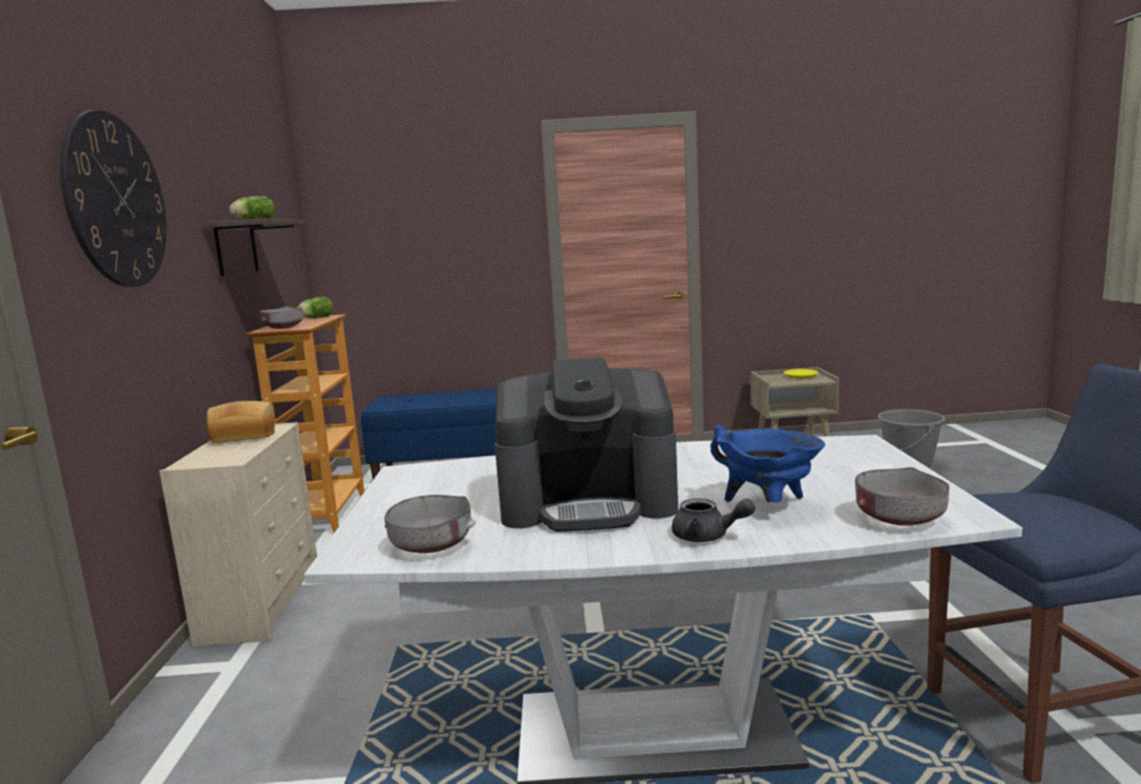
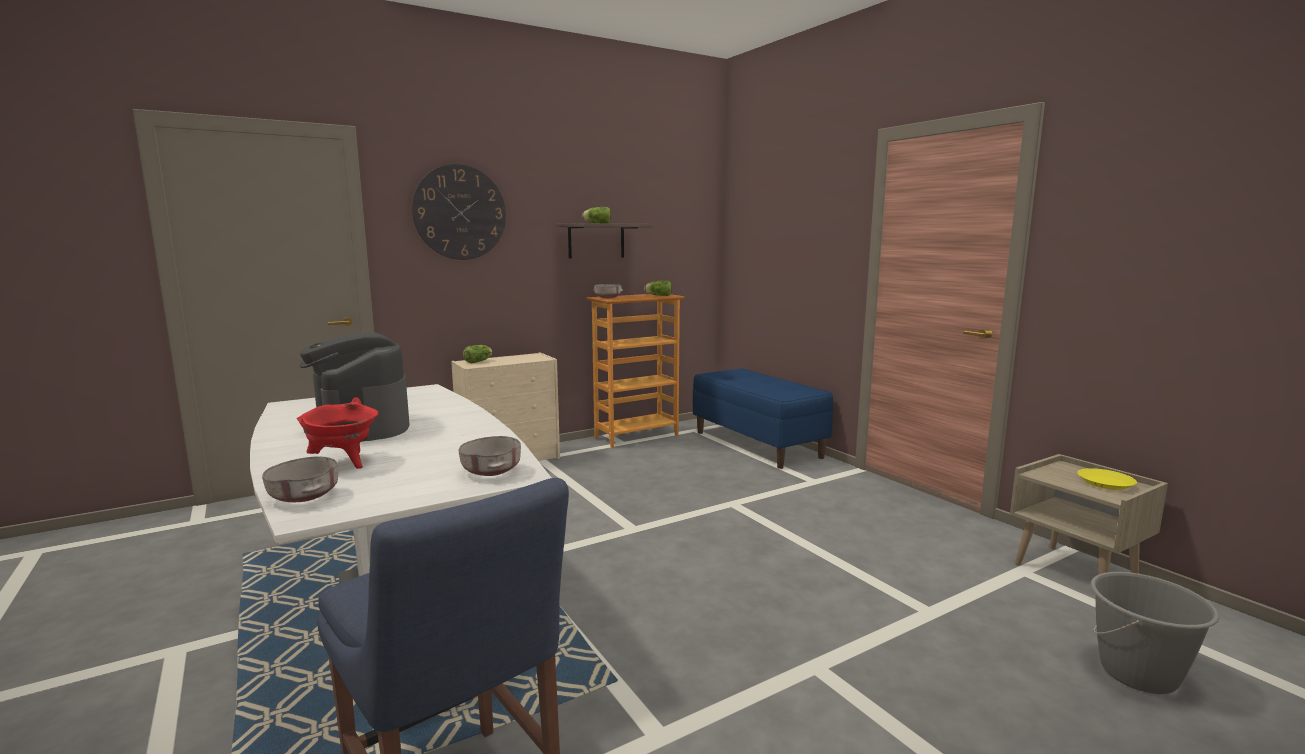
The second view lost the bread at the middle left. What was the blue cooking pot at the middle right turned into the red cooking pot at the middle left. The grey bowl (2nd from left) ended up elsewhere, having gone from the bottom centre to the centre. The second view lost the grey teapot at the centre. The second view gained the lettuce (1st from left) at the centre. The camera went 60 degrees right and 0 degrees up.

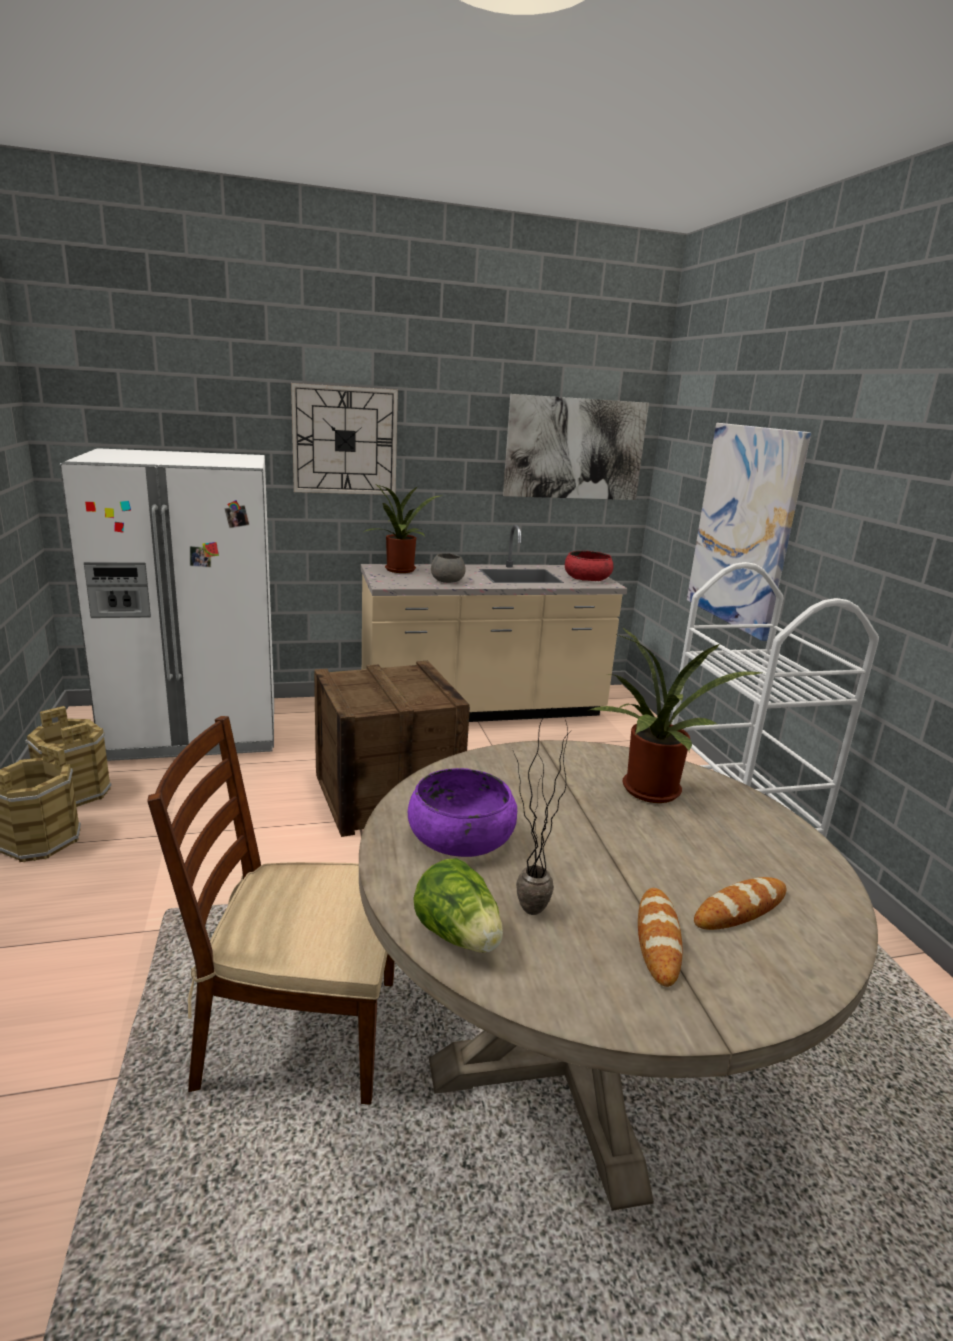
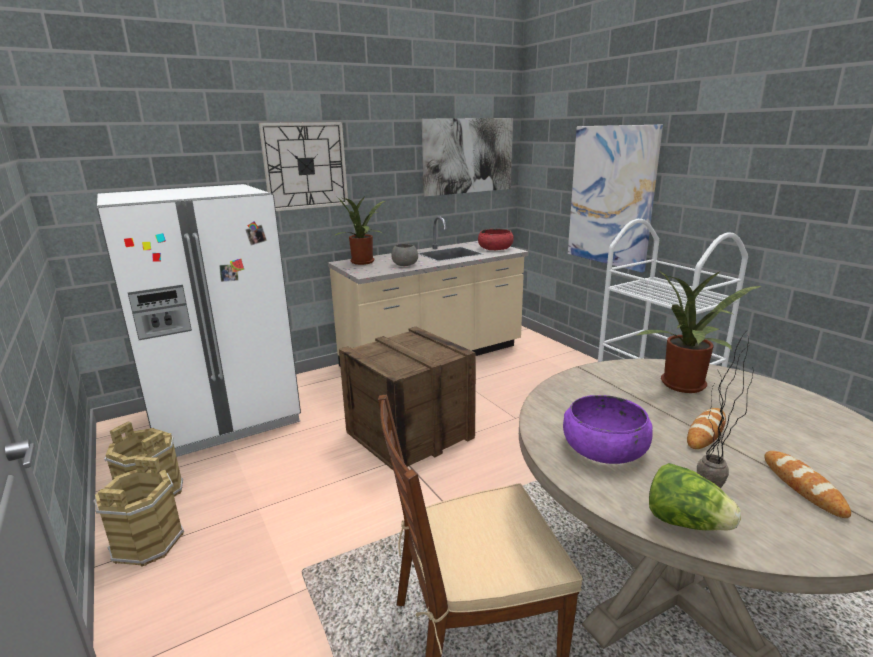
The bread (2nd from left in the first image) ended up elsewhere, having gone from the bottom right to the middle right. The camera went 15 degrees left and 0 degrees up.

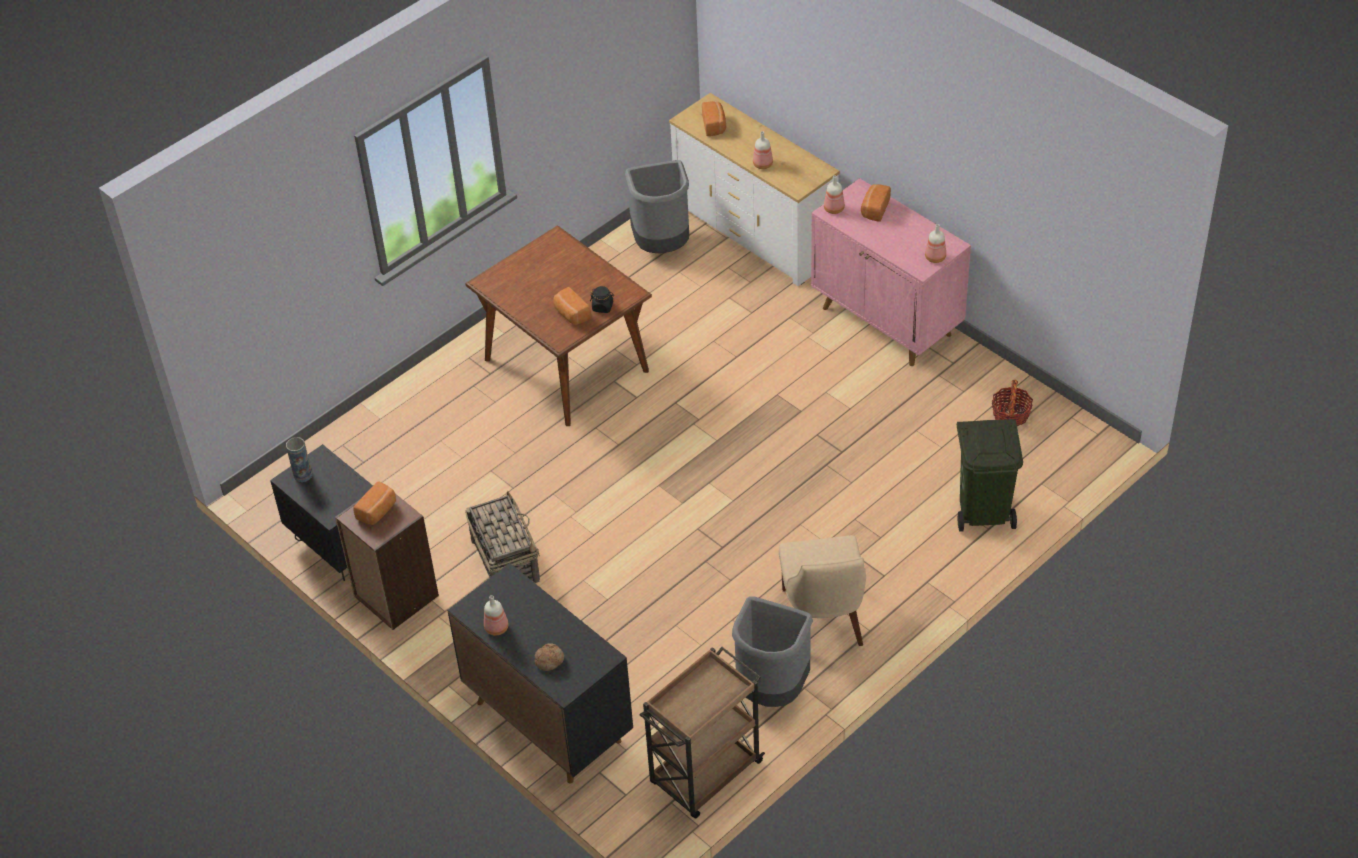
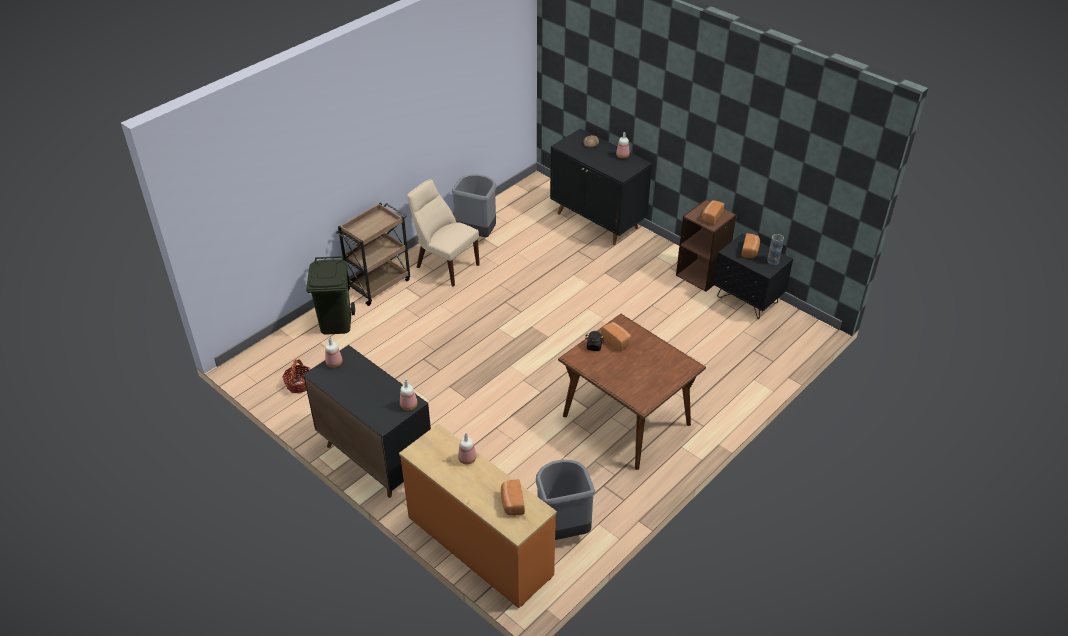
What was the white dresser at the top centre turned into the orange dresser at the bottom centre. What was the pink cabinet at the top centre turned into the black cabinet (1st from left) at the centre. The bread (5th from left) ended up elsewhere, having gone from the top centre to the middle right. The second view lost the basket (1st from left) at the centre. The beige chair at the bottom centre ended up facing another way, 45 degrees counterclockwise from before. The brown cart ended up elsewhere, having gone from the bottom centre to the centre. The camera went 175 degrees right and 5 degrees down.

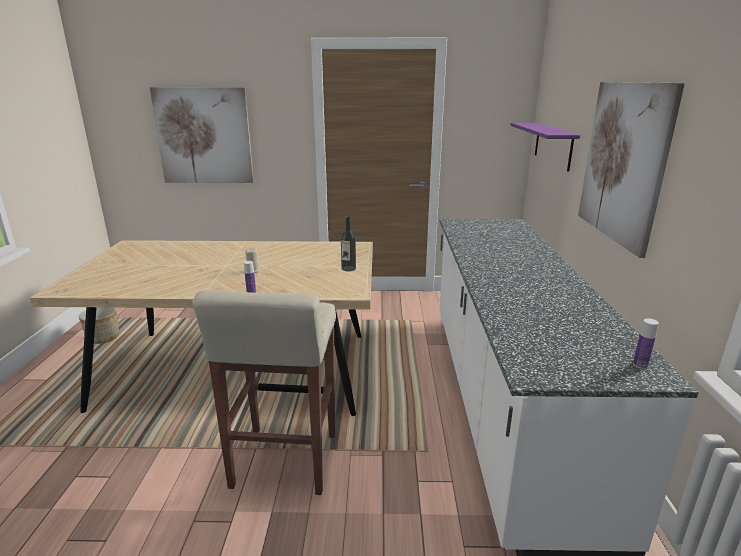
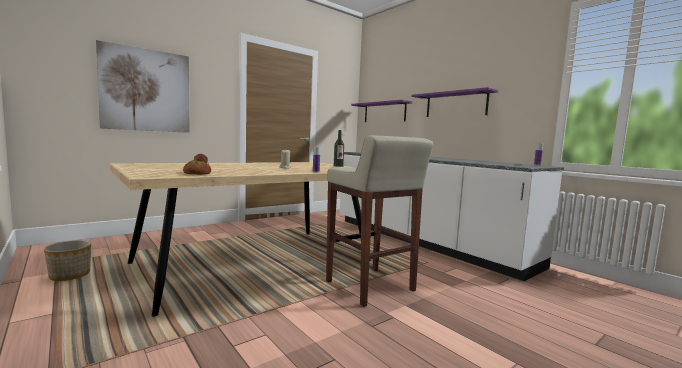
Where the picture (2nd from left) hung at the top right, the purple shelf (2nd from left) came to hang at the top centre. The second view gained the bread at the middle left. The camera went 40 degrees left and 15 degrees down.

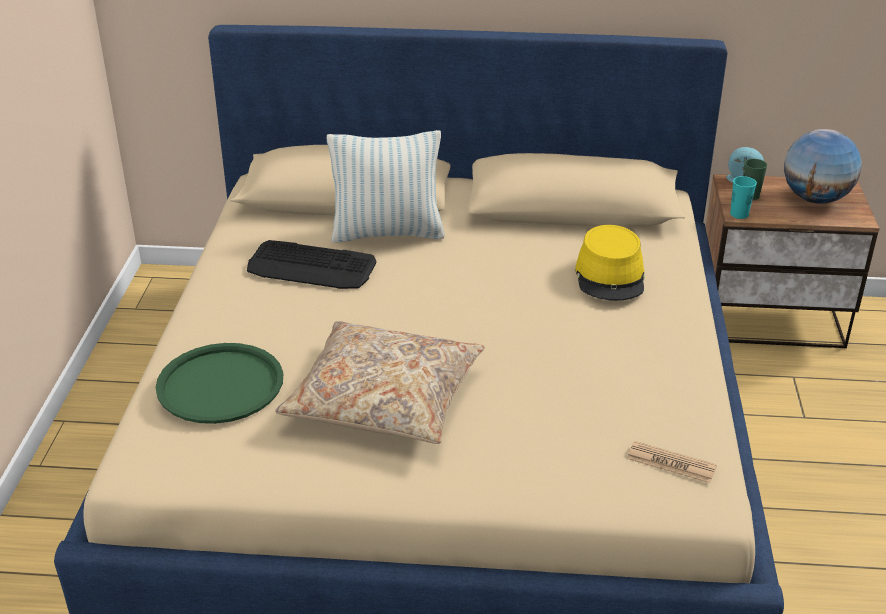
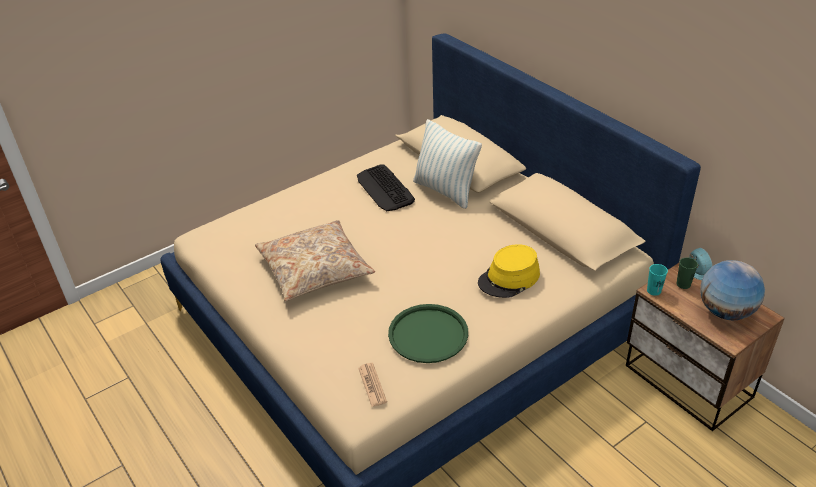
The green tray ended up elsewhere, having gone from the middle left to the bottom centre. The camera went 50 degrees right and 5 degrees up.

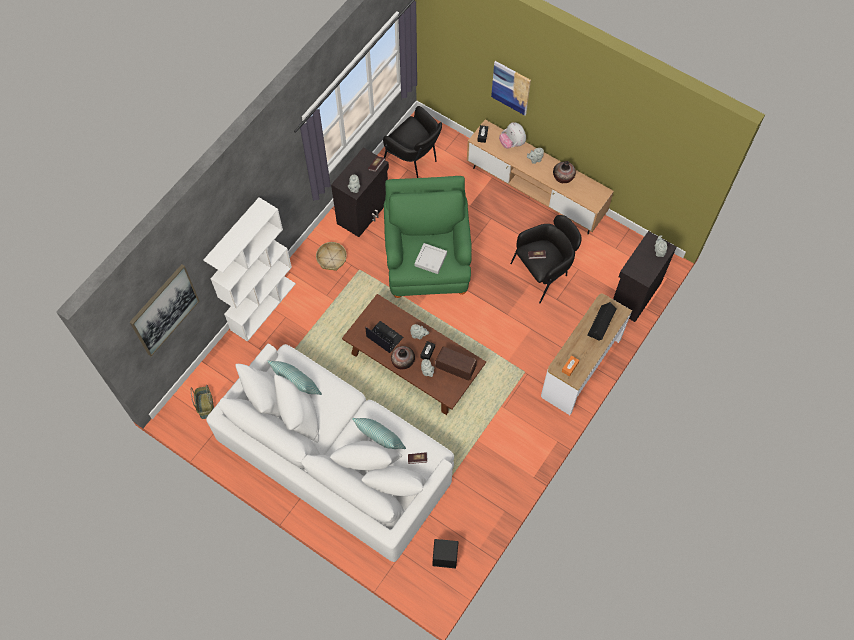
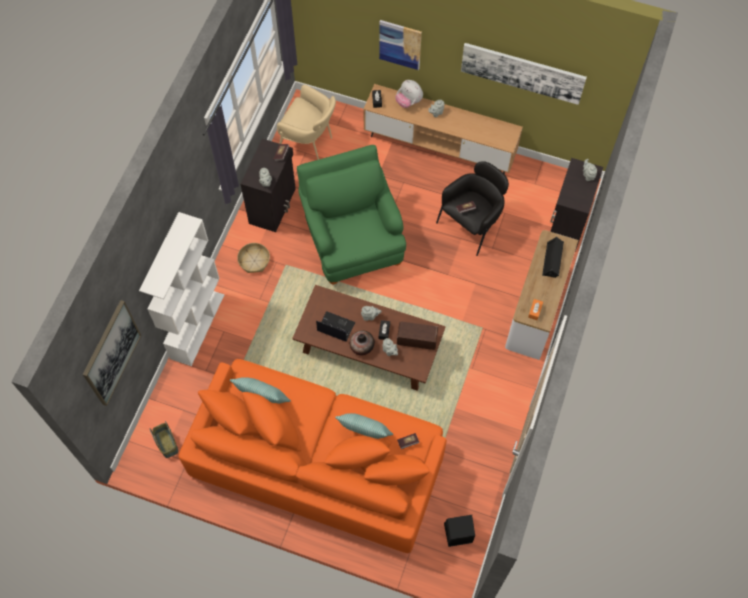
What was the black armchair (1st from left) at the top centre turned into the beige armchair at the top centre. The second view lost the vase (2nd from left) at the top centre. The second view lost the grey tray at the centre. What was the white sofa at the bottom centre turned into the orange sofa at the bottom centre. The second view gained the picture (3rd from left) at the top right. The camera went 15 degrees left and 0 degrees up.

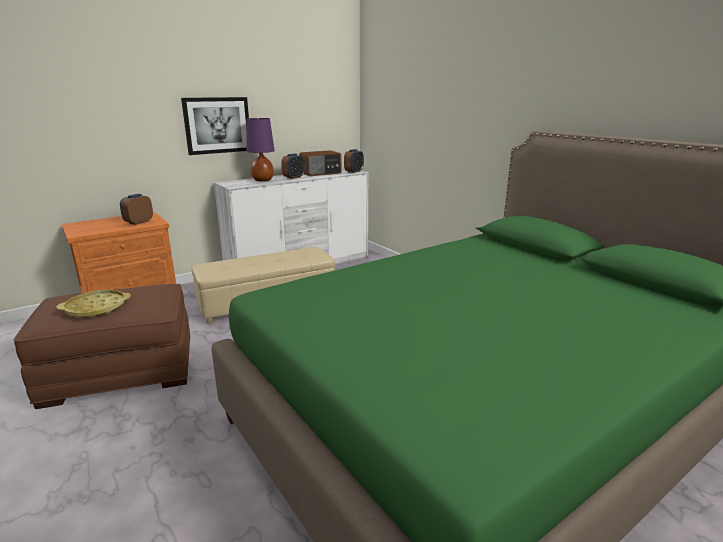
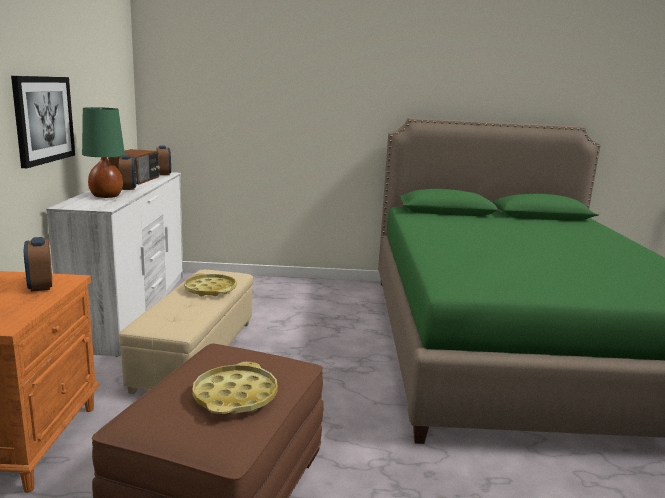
What was the purple table lamp at the top centre turned into the green table lamp at the top left. The second view gained the yellow tray (1st from left) at the middle left. The camera went 55 degrees left and 5 degrees down.

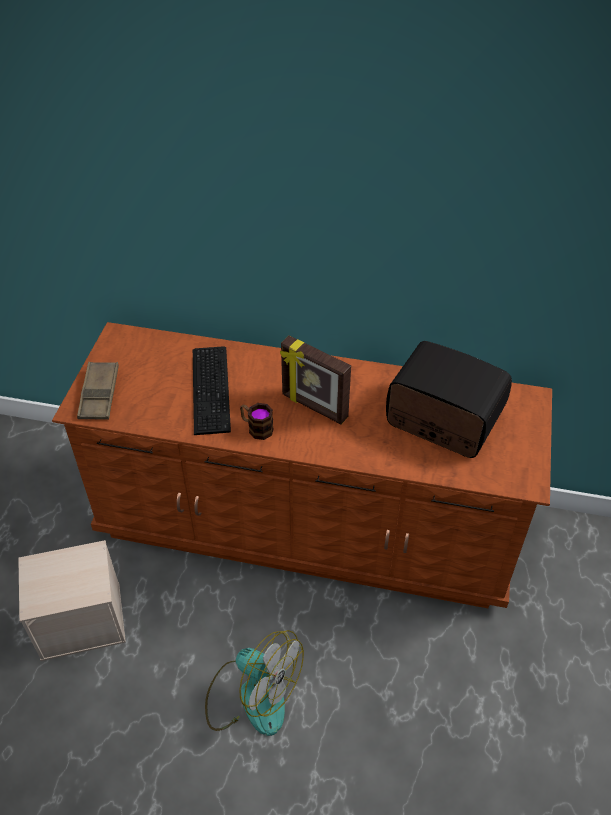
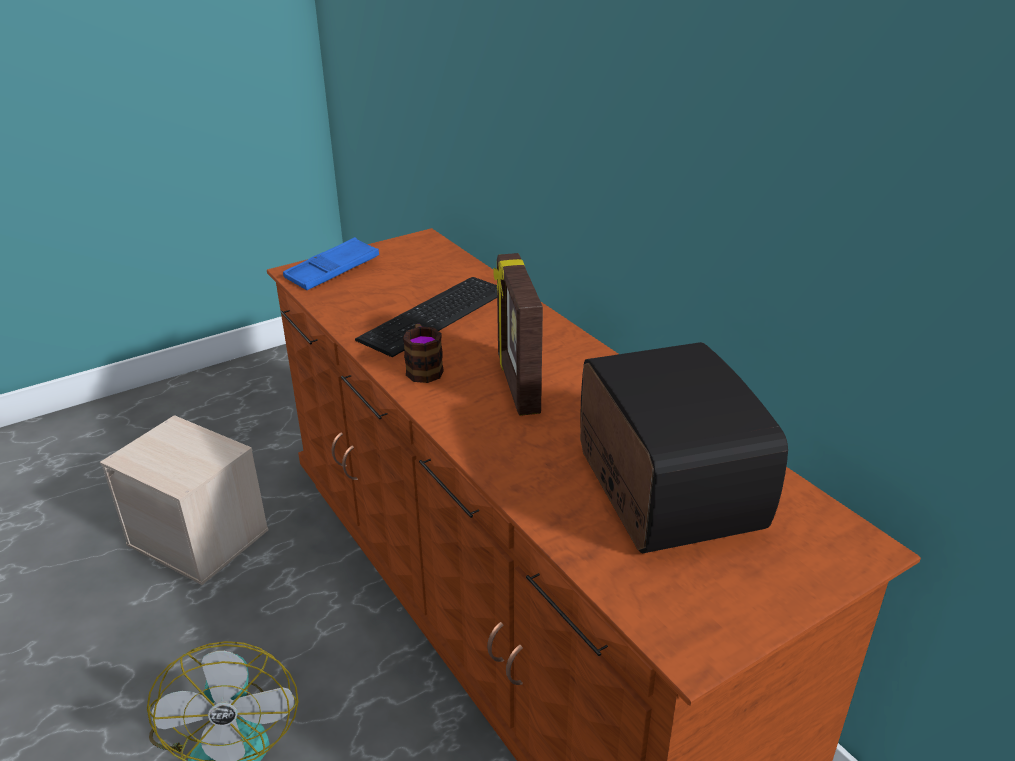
What was the brown tray at the middle left turned into the blue tray at the middle left. The camera went 45 degrees right and 15 degrees down.

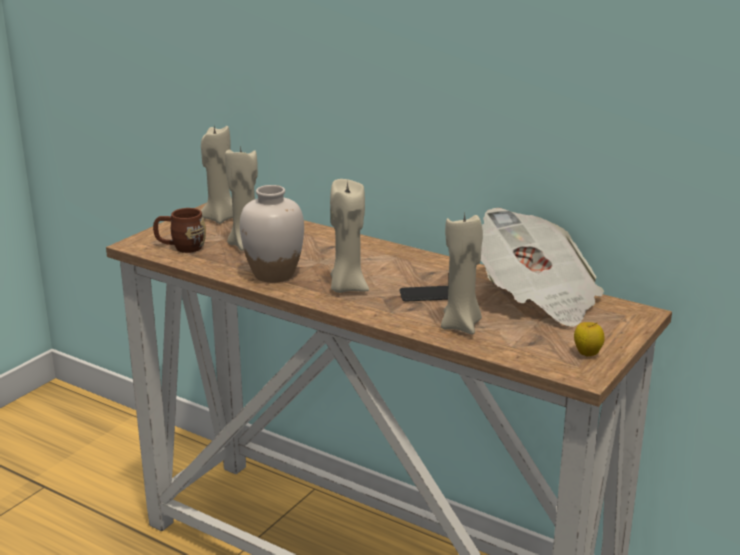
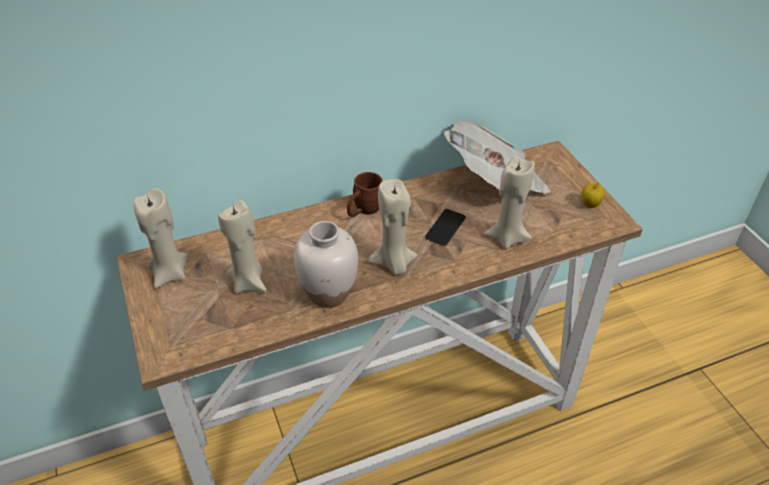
The brown mug ended up elsewhere, having gone from the middle left to the centre. The camera went 55 degrees left and 20 degrees up.

